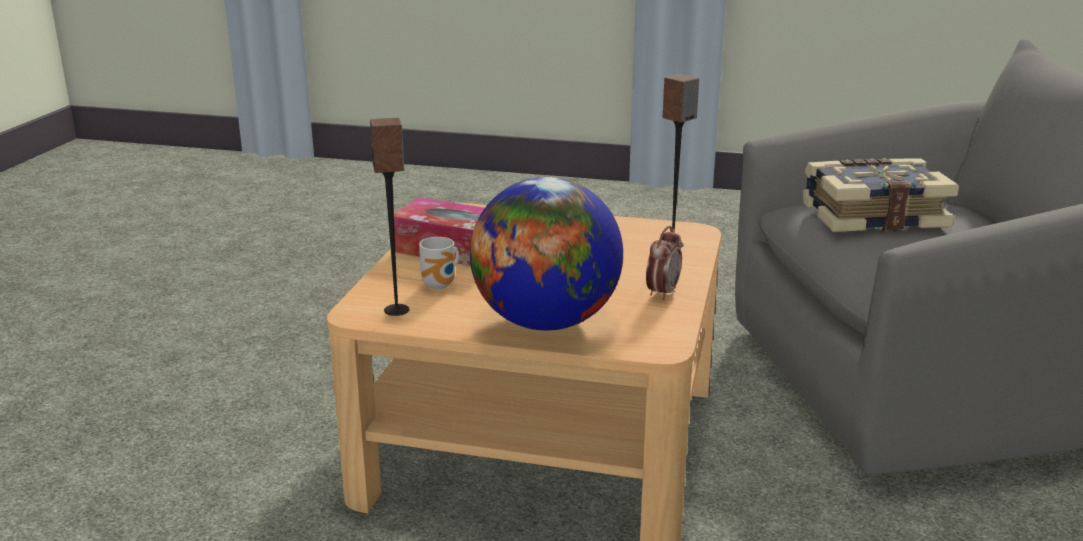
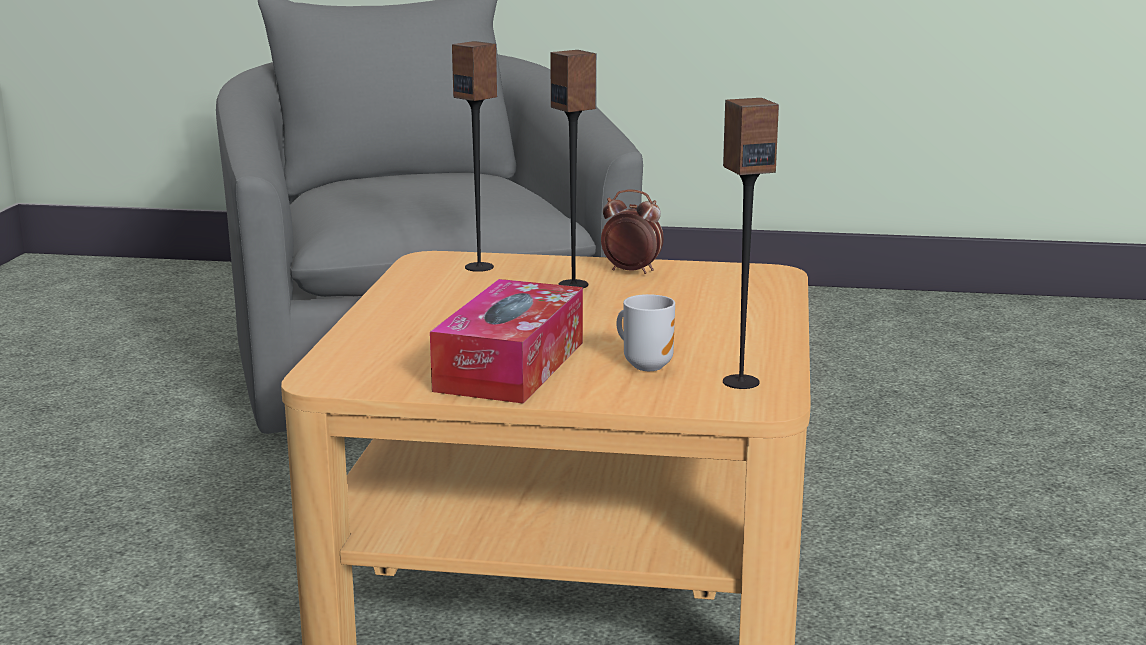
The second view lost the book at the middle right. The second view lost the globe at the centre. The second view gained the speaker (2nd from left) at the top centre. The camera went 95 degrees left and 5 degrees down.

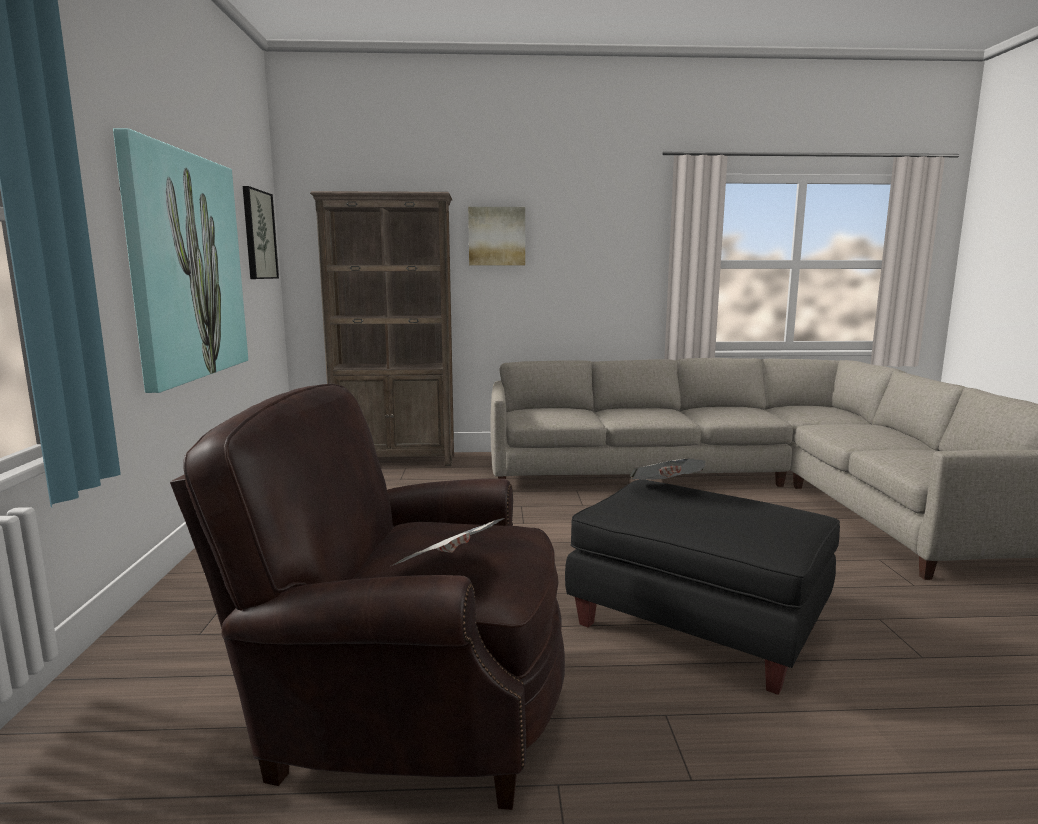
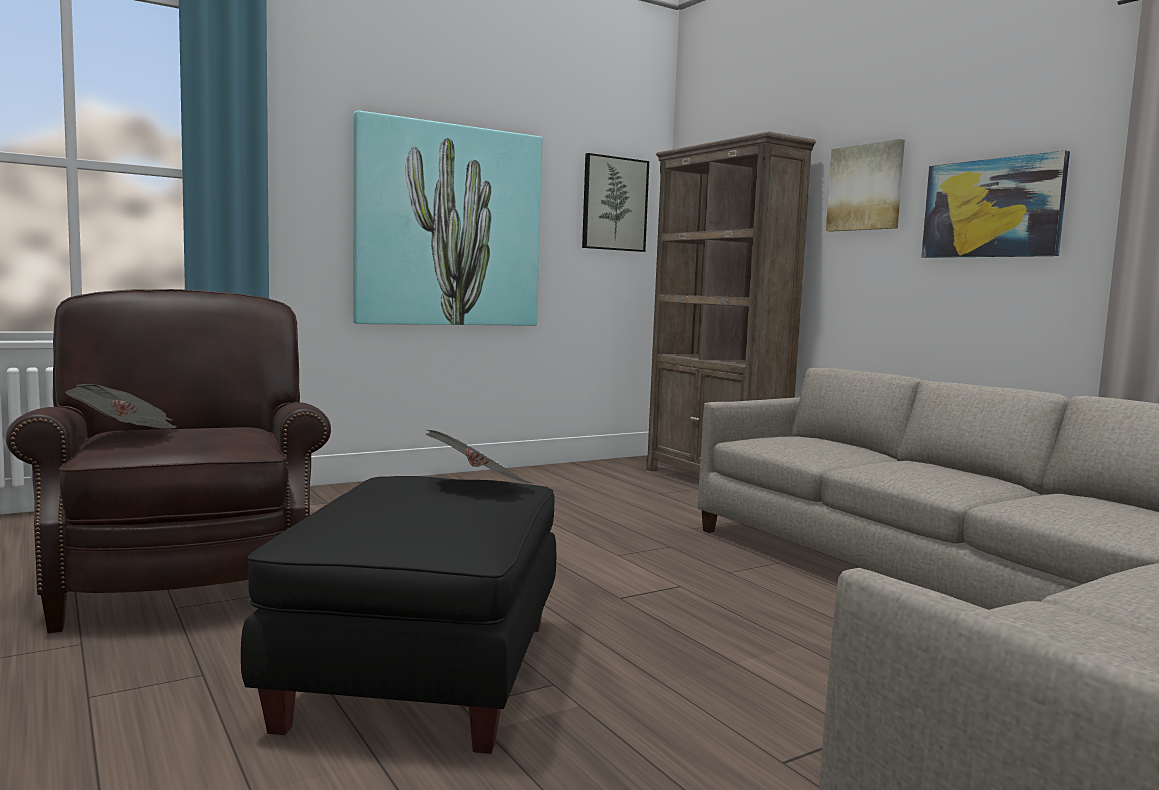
The second view gained the picture (4th from left) at the top right. The camera went 60 degrees right and 5 degrees down.

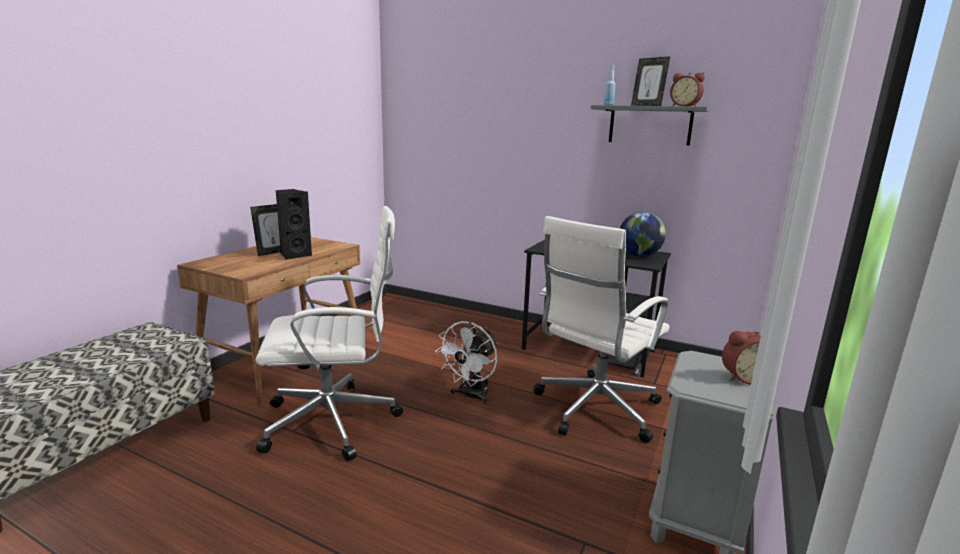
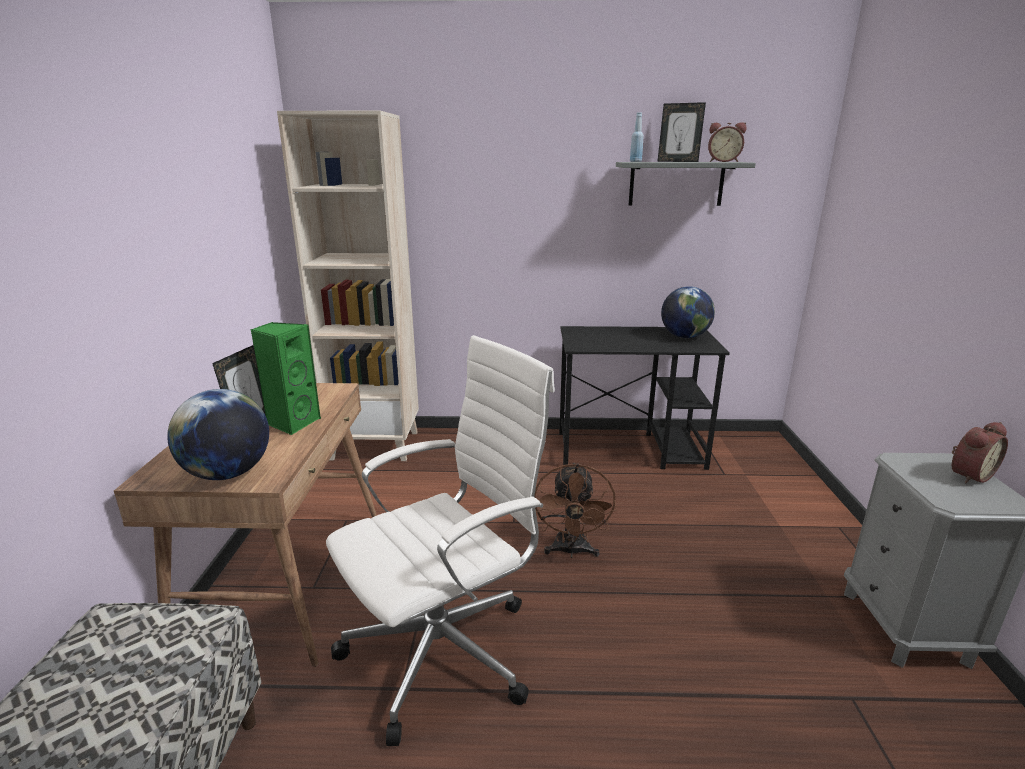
What was the black speaker at the middle left turned into the green speaker at the middle left. The second view lost the white office chair (2nd from left) at the centre. What was the white fan at the centre turned into the brown fan at the centre. The second view gained the beige bookcase at the centre. The second view gained the globe (1st from left) at the middle left. The camera went 25 degrees left and 5 degrees up.

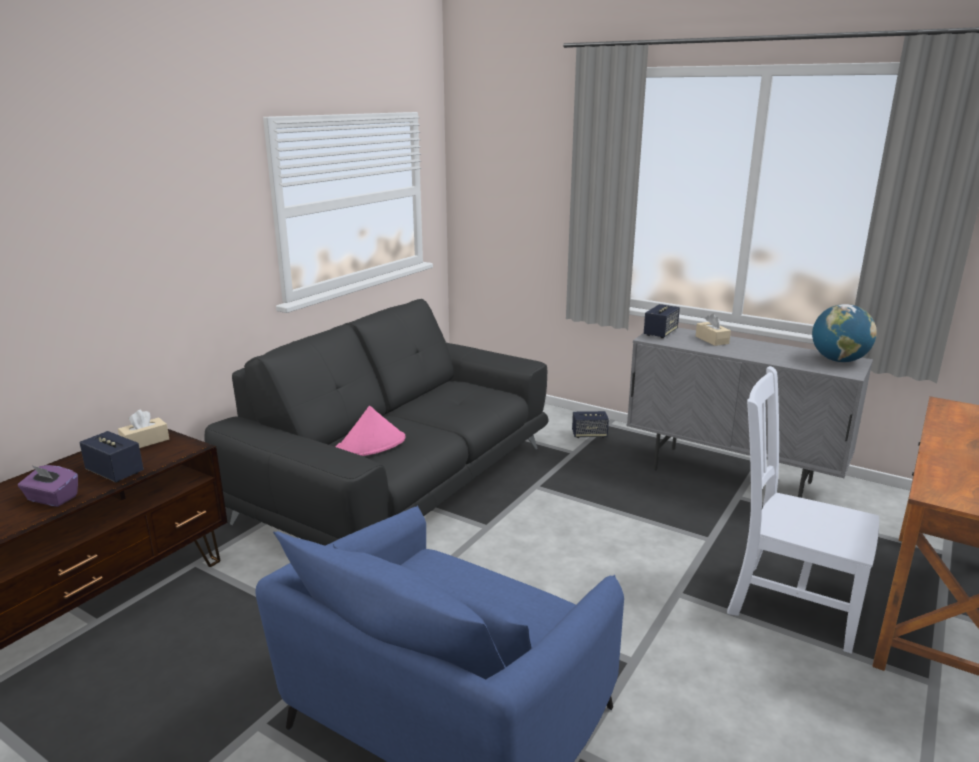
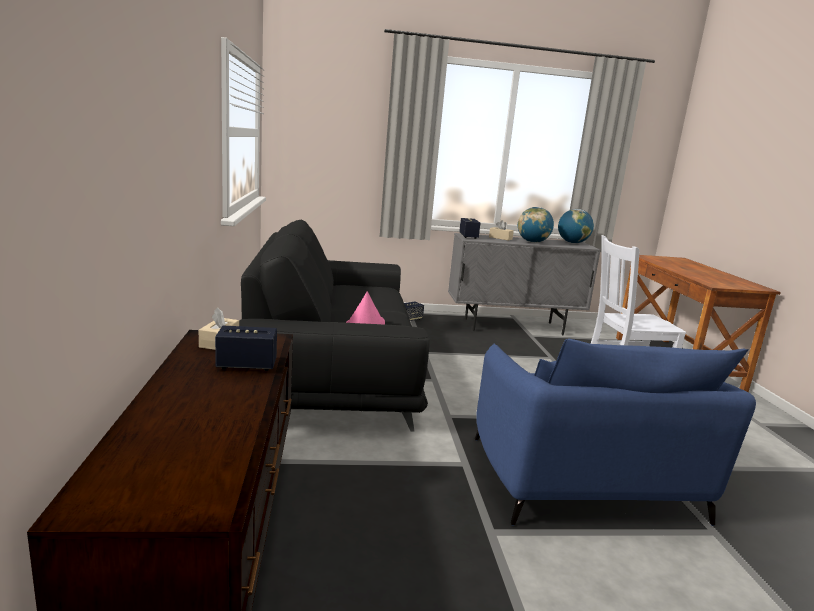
The second view lost the purple tissue box at the middle left. The second view gained the globe (1st from left) at the centre. The camera went 40 degrees left and 5 degrees down.

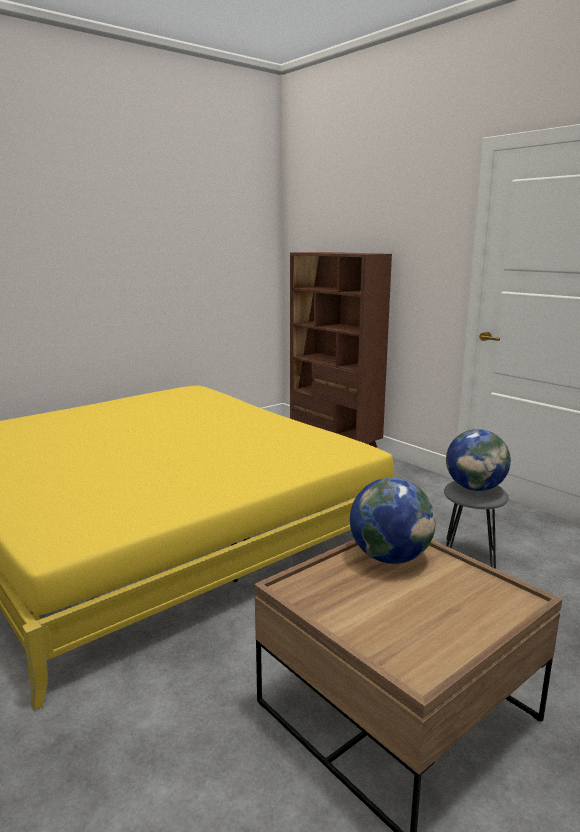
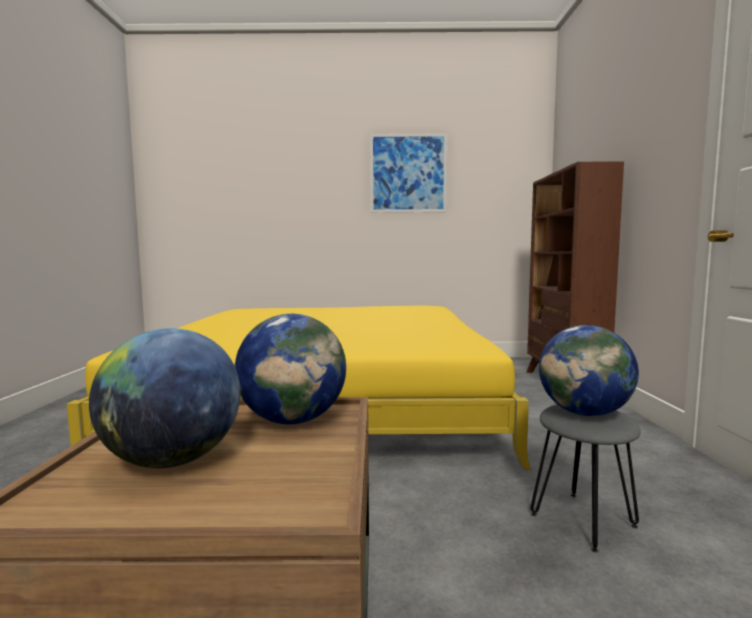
The second view gained the picture at the top centre. The second view gained the globe (1st from left) at the middle left. The camera went 40 degrees right and 10 degrees down.

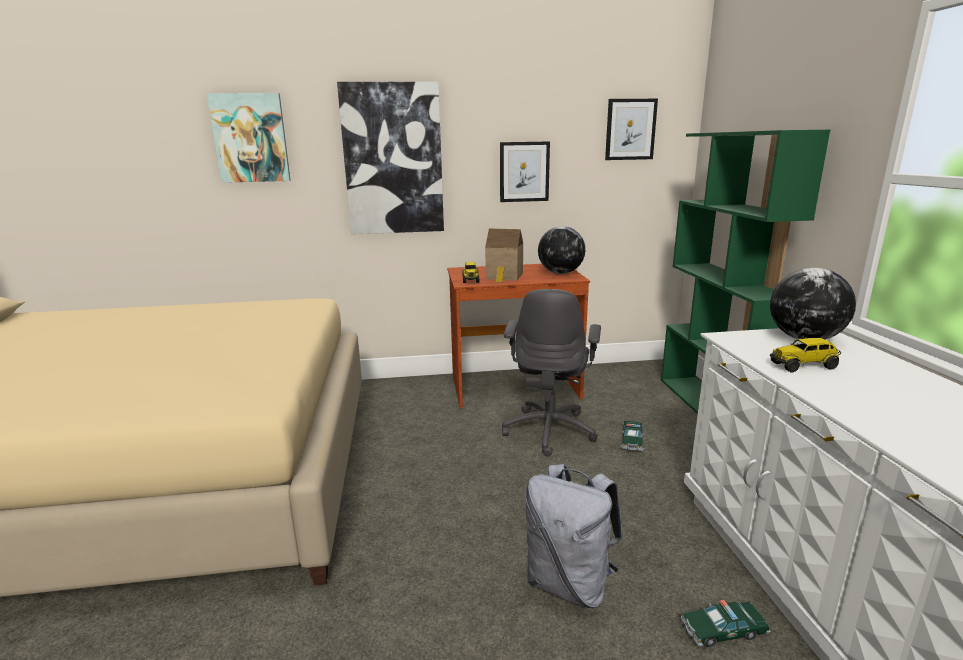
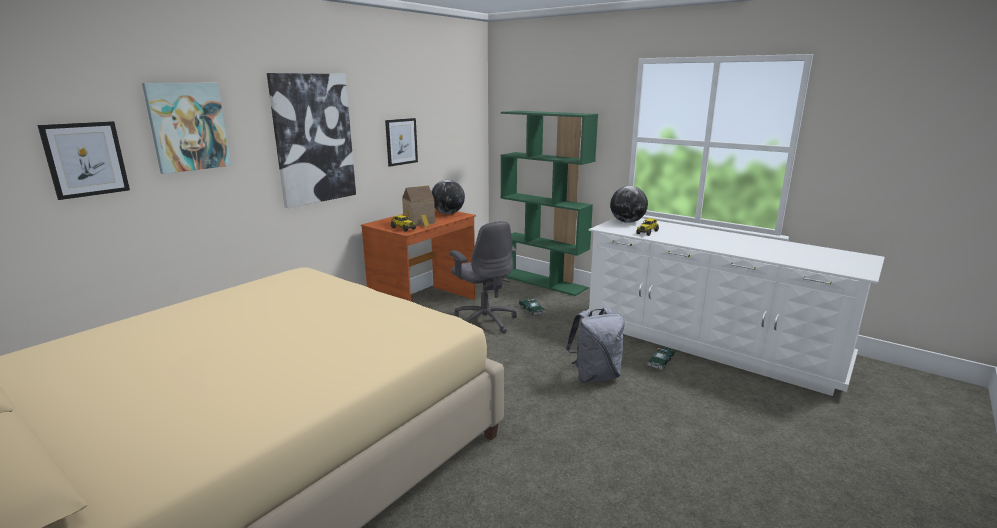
The picture (4th from left in the first image) ended up elsewhere, having gone from the top centre to the top left. The camera went 45 degrees left and 0 degrees up.

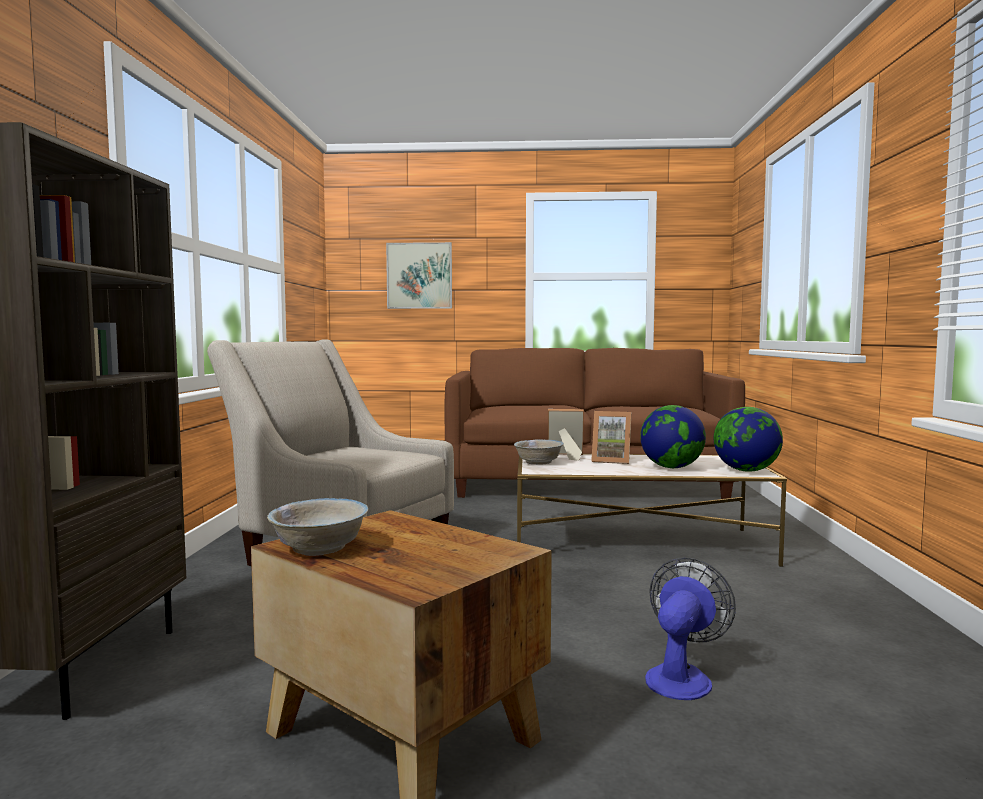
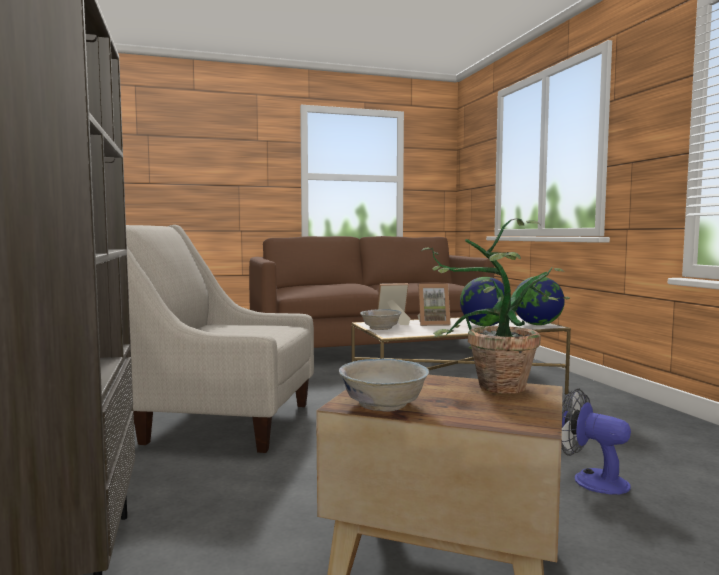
The second view lost the picture at the centre. The fan at the bottom right ended up facing another way, 60 degrees counterclockwise from before. The second view gained the potted plant at the middle right. The camera went 20 degrees left and 0 degrees up.

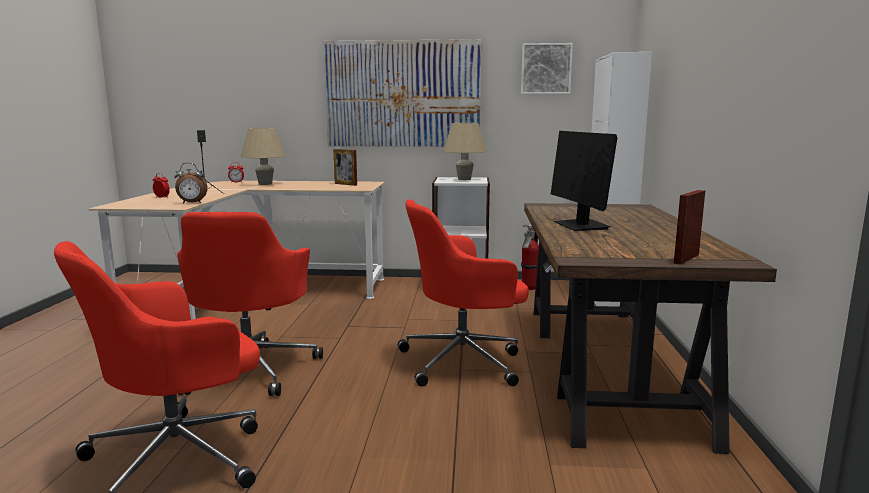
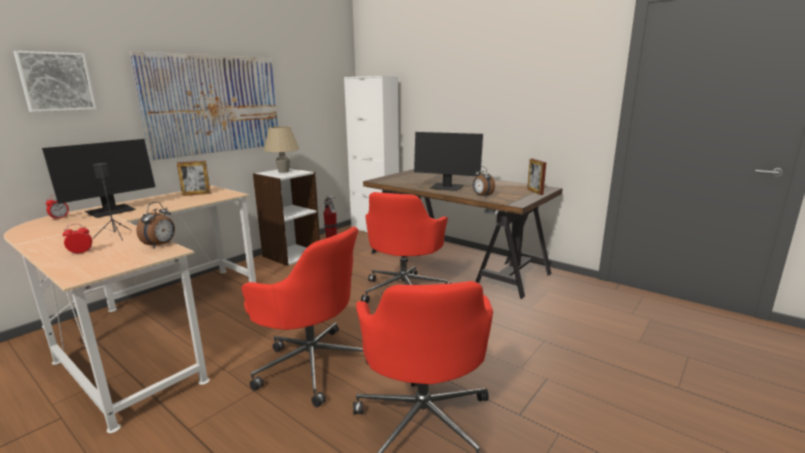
The picture (2nd from left in the first image) ended up elsewhere, having gone from the top centre to the top left. Where the beige table lamp (1st from left) stood at the top left, the monitor (1st from left) came to stand at the middle left. The second view gained the alarm clock (4th from left) at the centre. The camera went 55 degrees left and 5 degrees up.

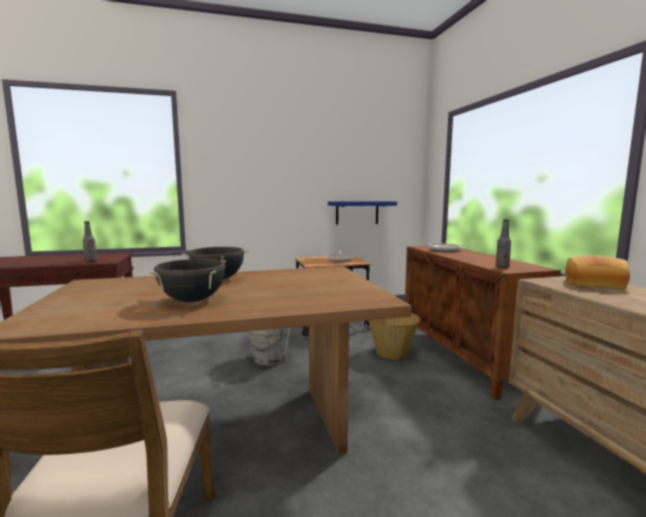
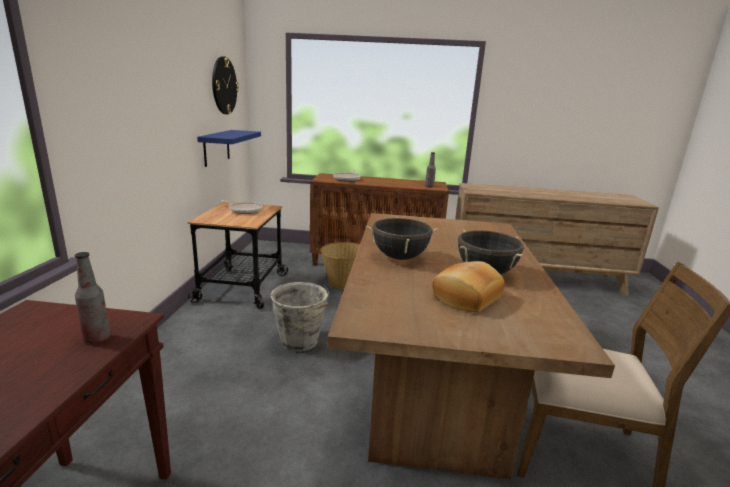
The bread ended up elsewhere, having gone from the middle right to the centre. The second view gained the wall clock at the top left. The camera went 70 degrees left and 10 degrees up.

